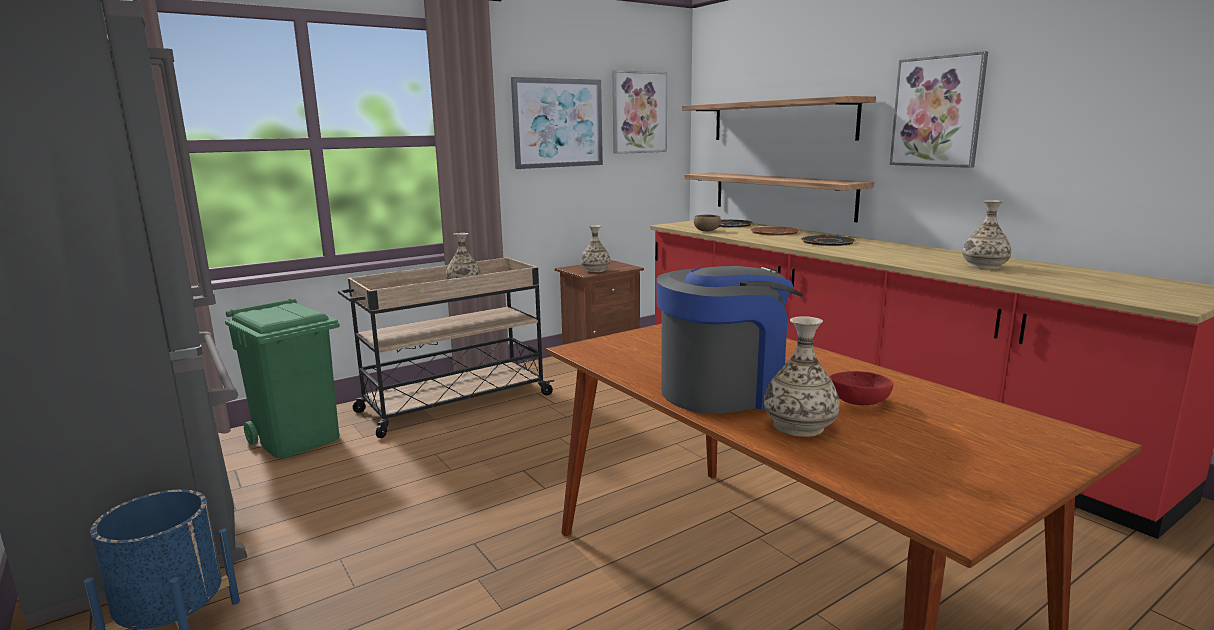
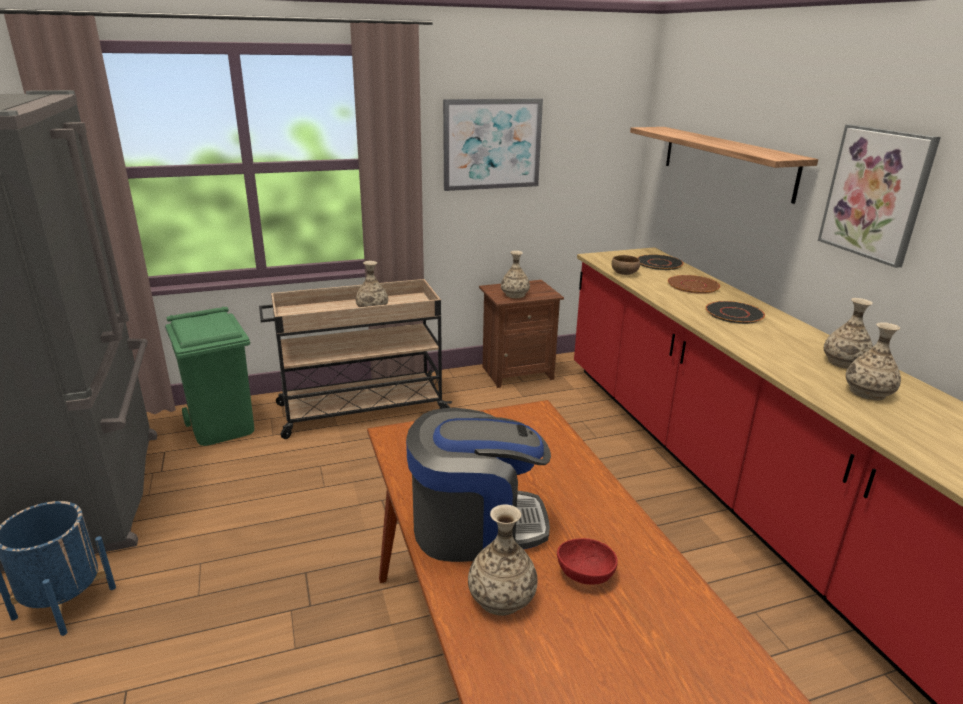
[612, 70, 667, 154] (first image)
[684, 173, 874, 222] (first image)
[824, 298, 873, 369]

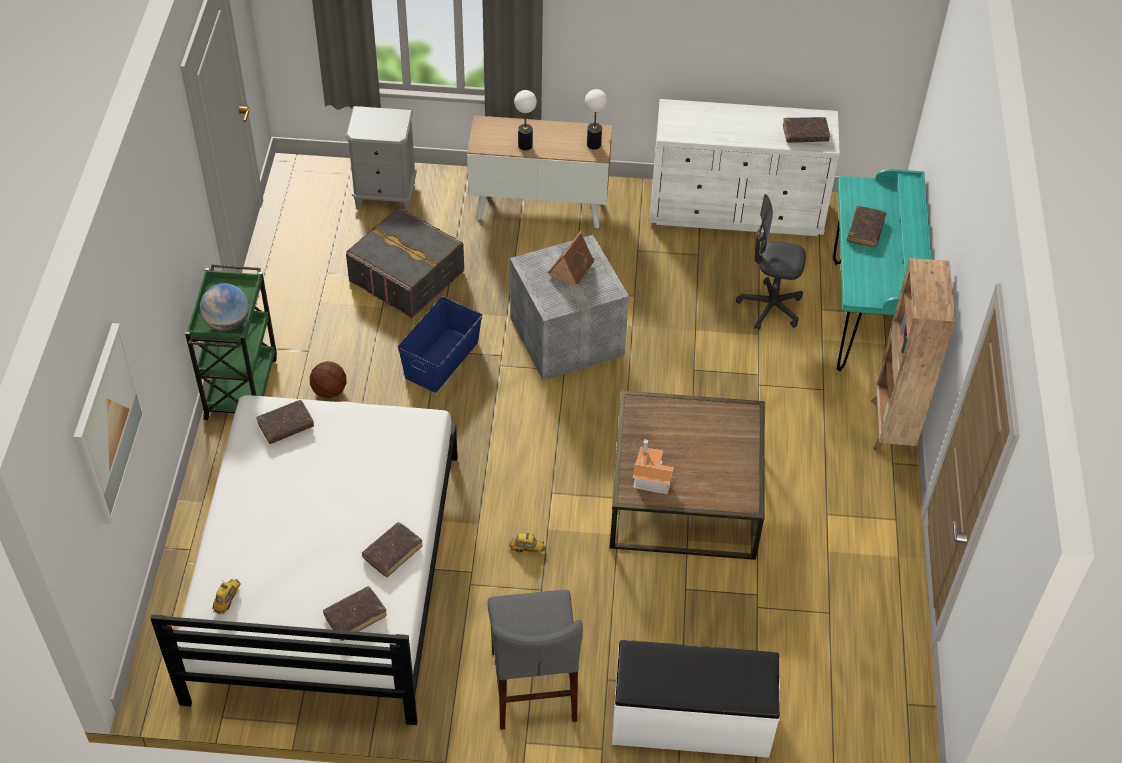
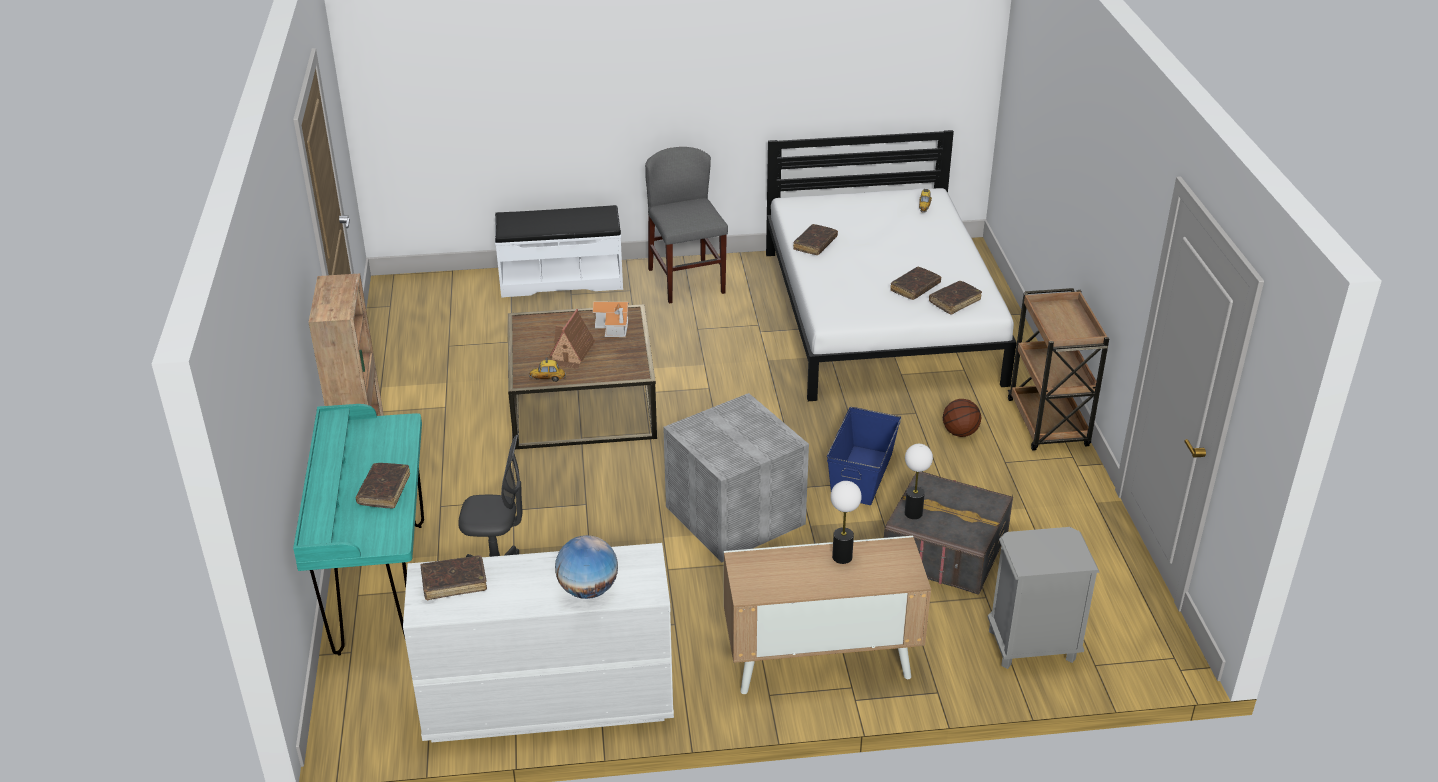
[73, 323, 145, 524] (first image)
[1008, 288, 1109, 451]
[555, 535, 618, 599]
[890, 267, 941, 300]
[529, 357, 566, 382]
[549, 309, 595, 369]
[905, 444, 933, 519]

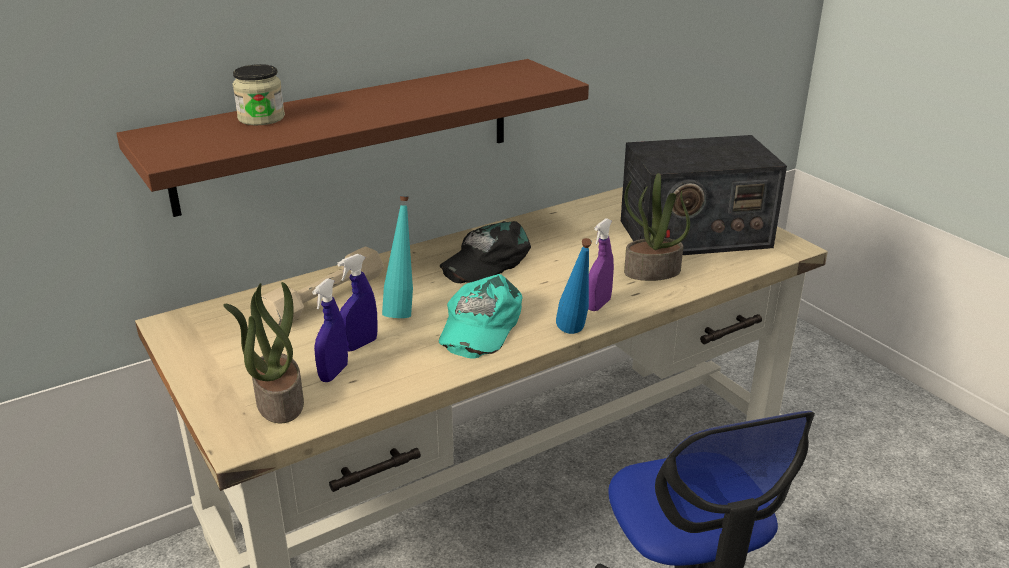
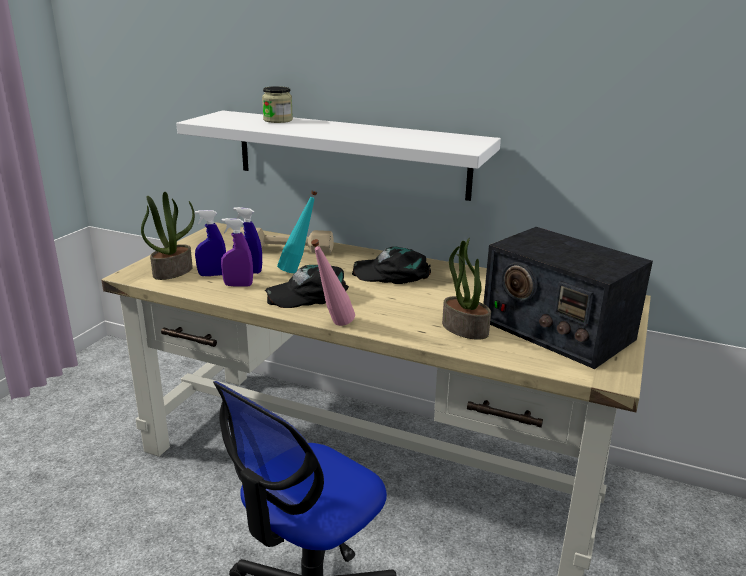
[176, 110, 501, 201]
[265, 265, 349, 308]
[311, 239, 355, 326]
[221, 218, 253, 286]

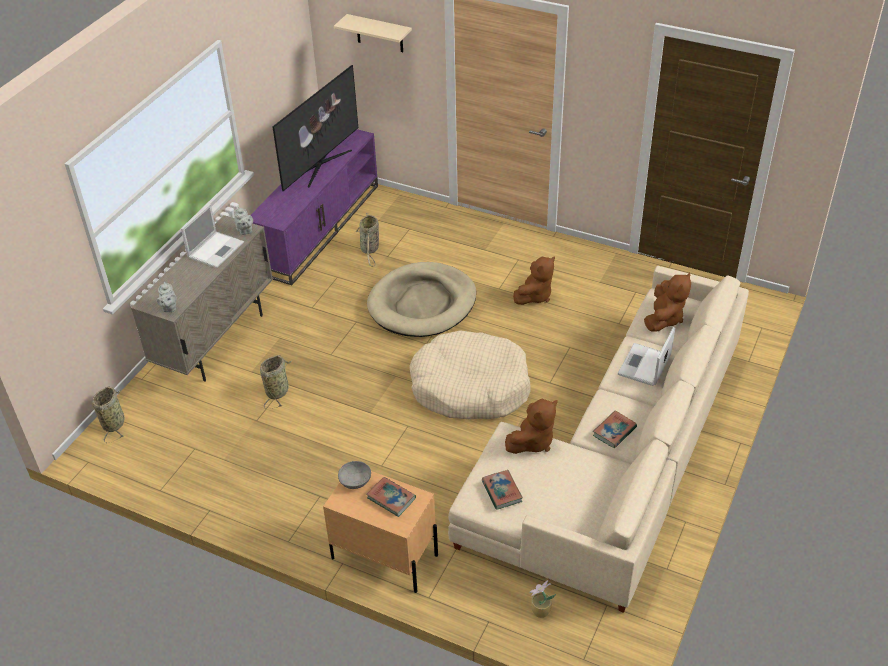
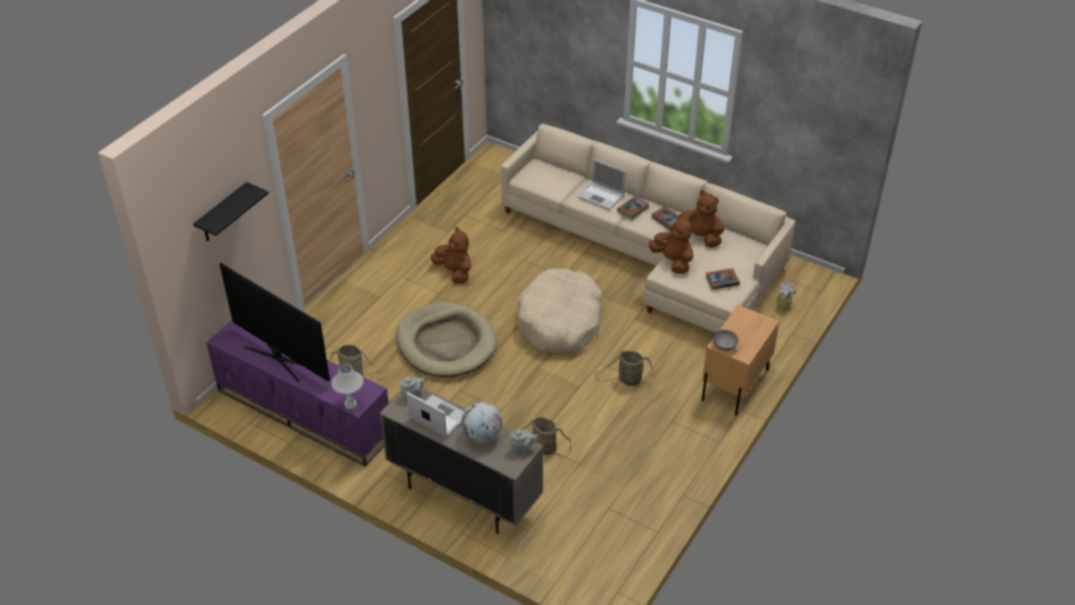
[595, 351, 655, 386]
[193, 182, 269, 242]
[617, 196, 650, 219]
[682, 190, 725, 248]
[331, 364, 363, 410]
[461, 402, 502, 443]

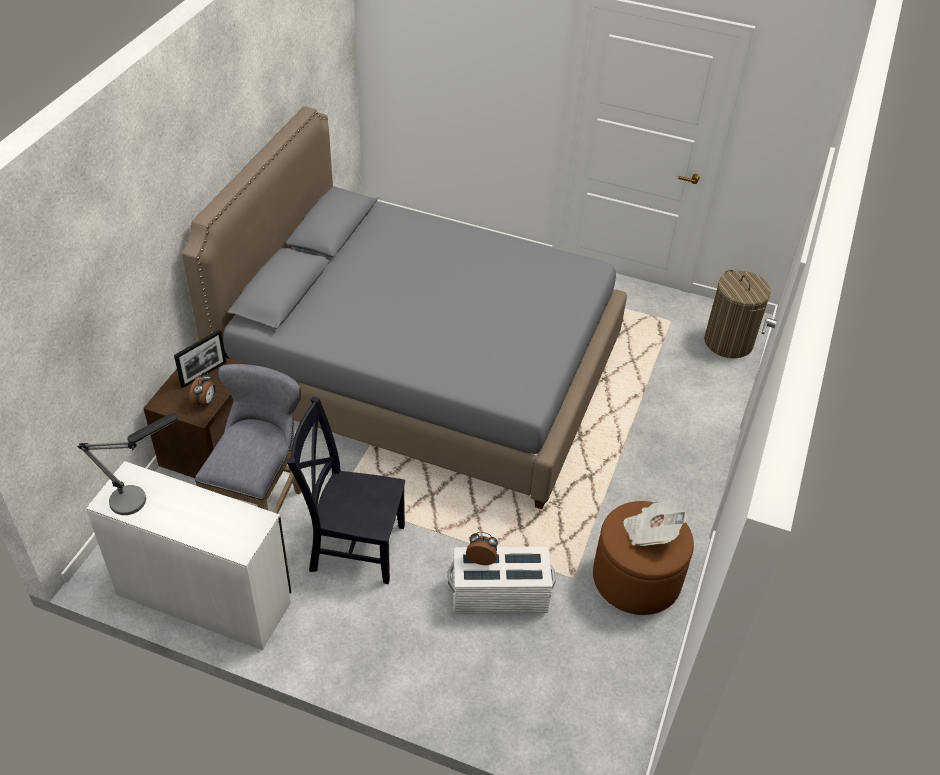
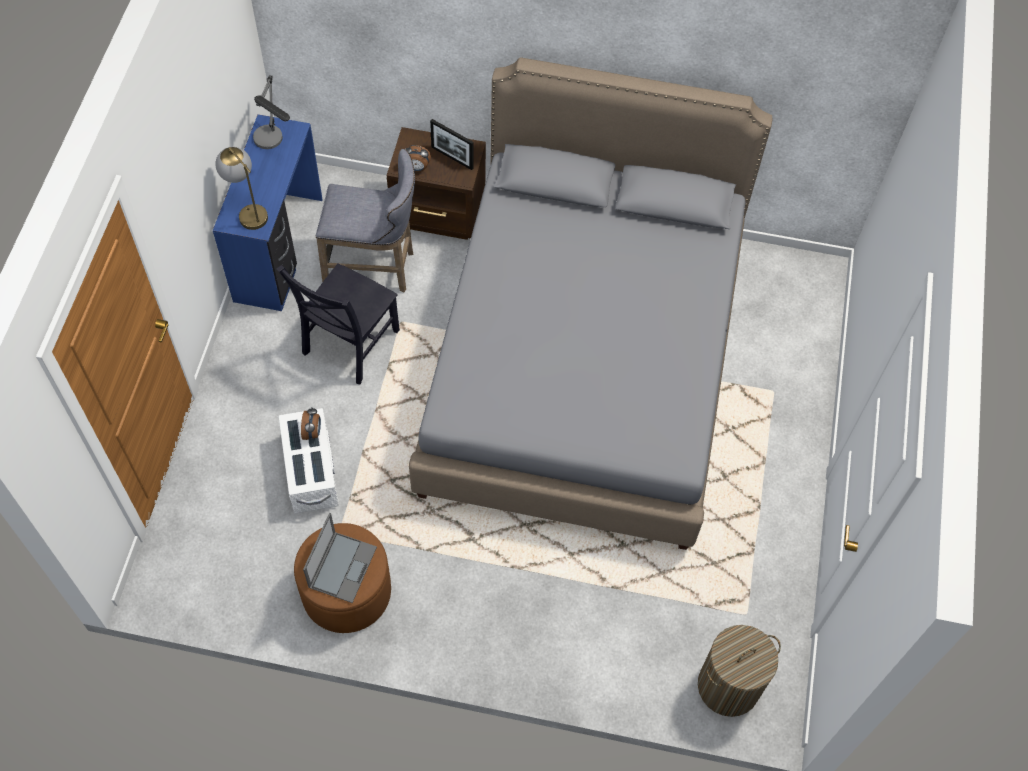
[213, 114, 323, 311]
[276, 264, 400, 385]
[303, 513, 377, 603]
[215, 147, 268, 230]

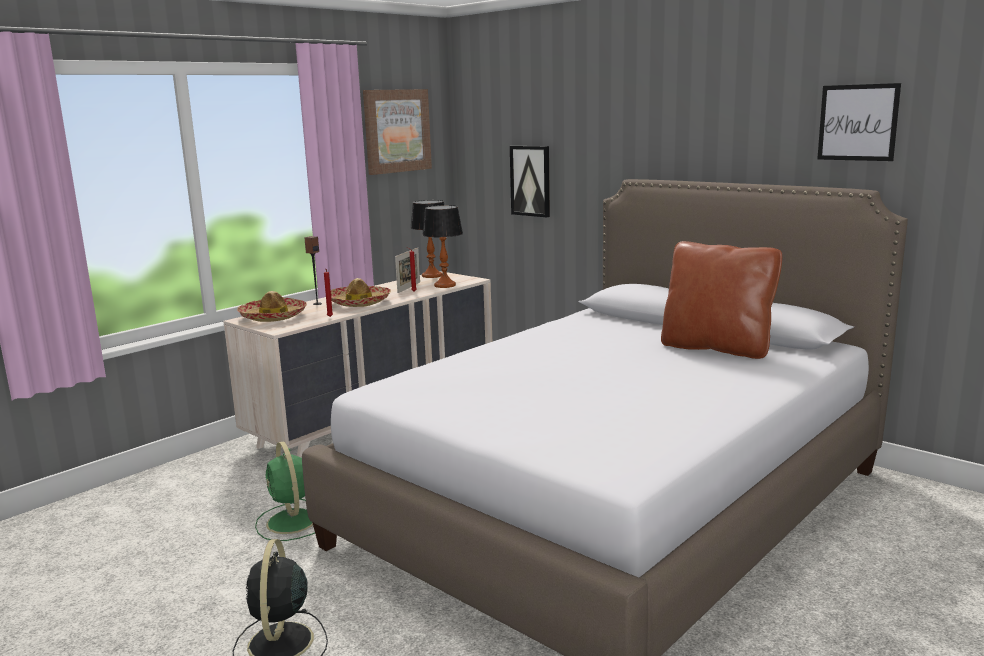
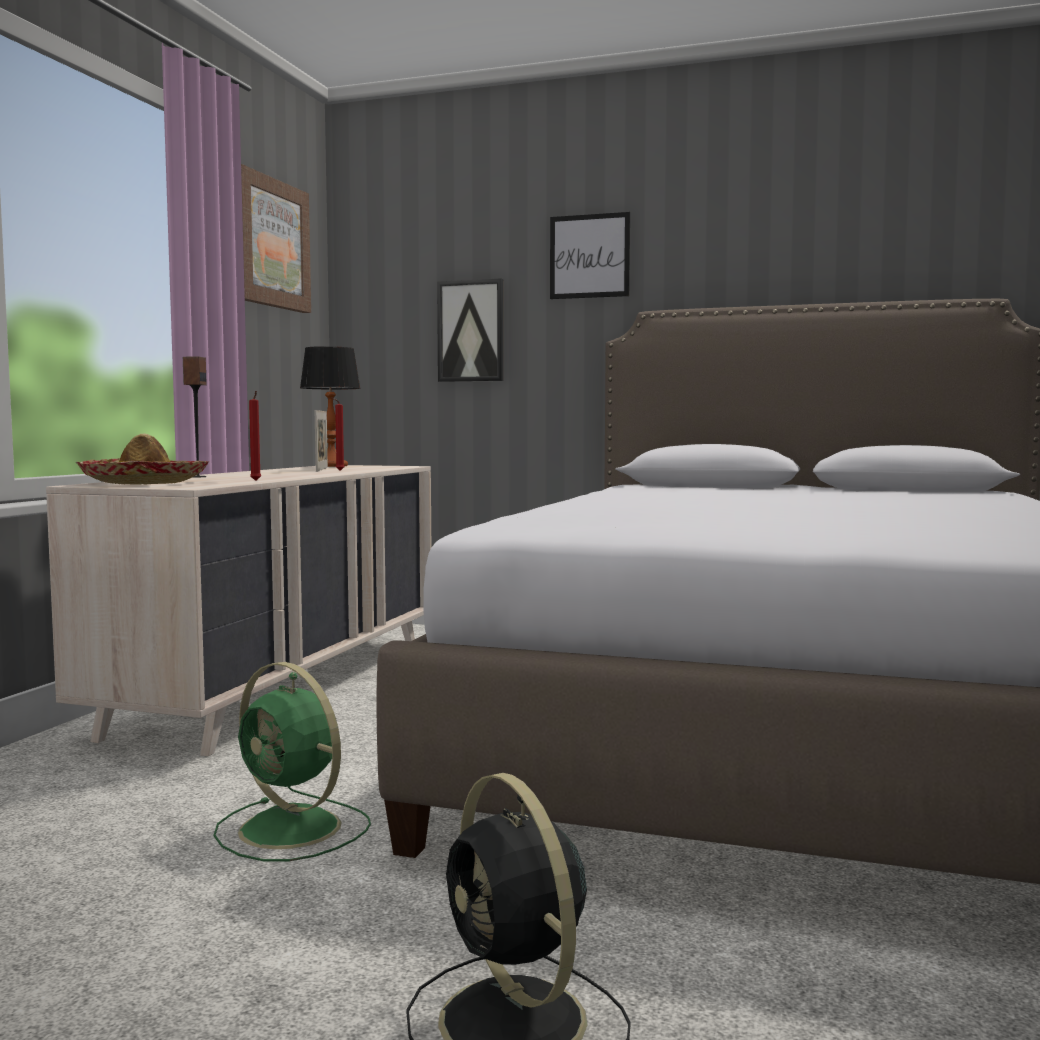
[331, 278, 391, 307] (first image)
[422, 205, 463, 288] (first image)
[661, 241, 782, 359] (first image)
[550, 212, 630, 299]

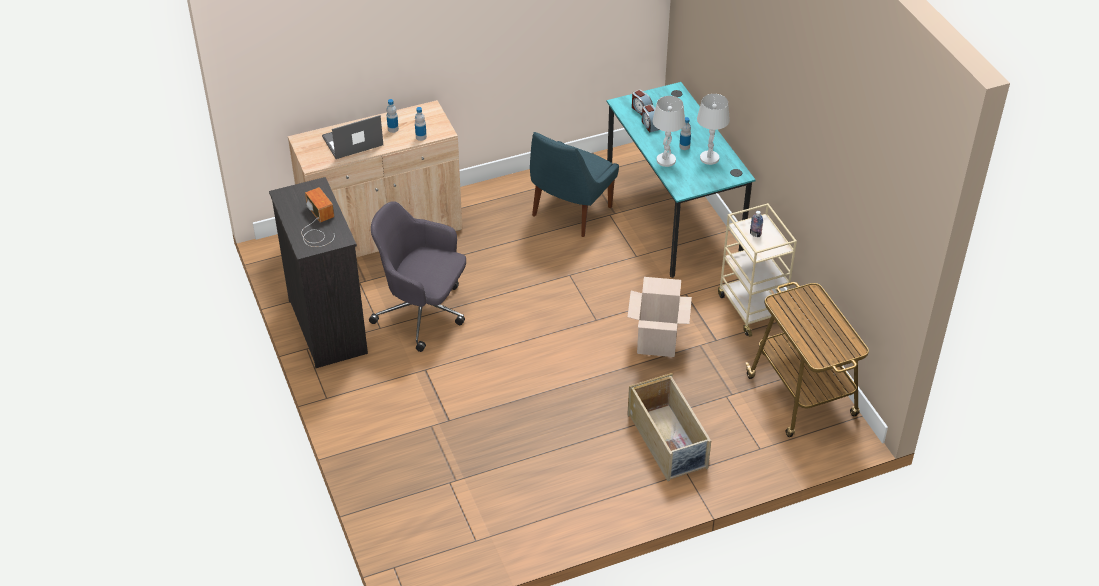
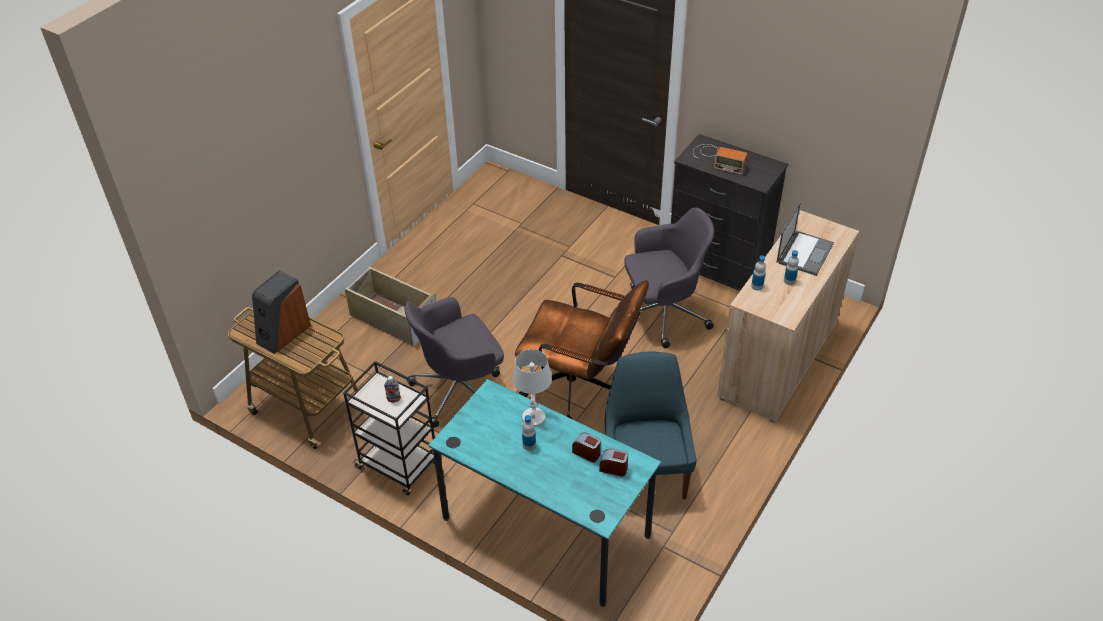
[404, 297, 504, 428]
[697, 94, 730, 165] (first image)
[343, 361, 435, 495]
[252, 270, 311, 354]
[515, 280, 649, 419]

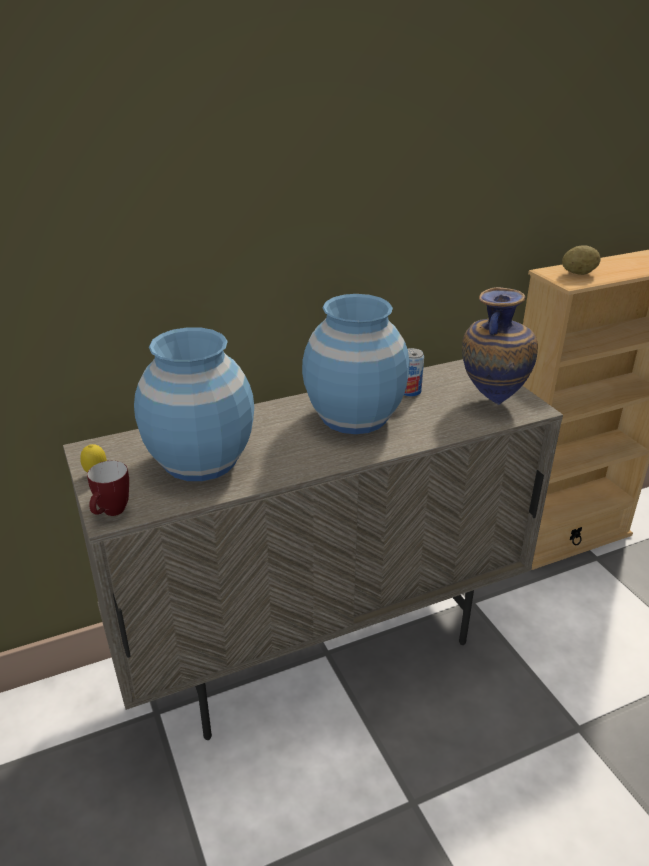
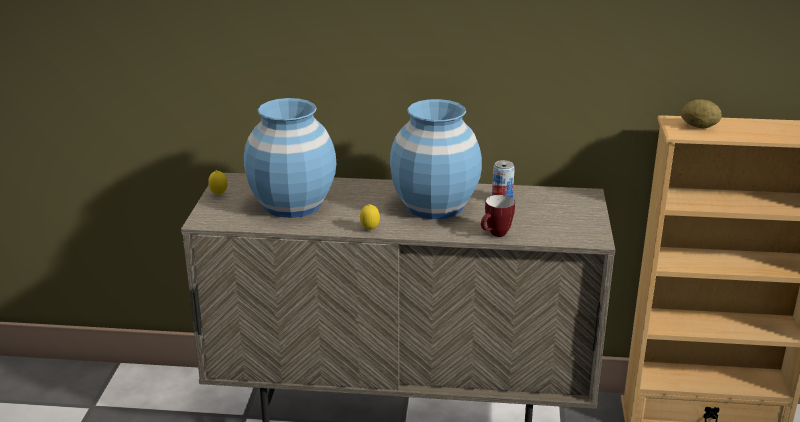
[481, 195, 515, 237]
[462, 287, 538, 405] (first image)
[360, 204, 380, 230]

